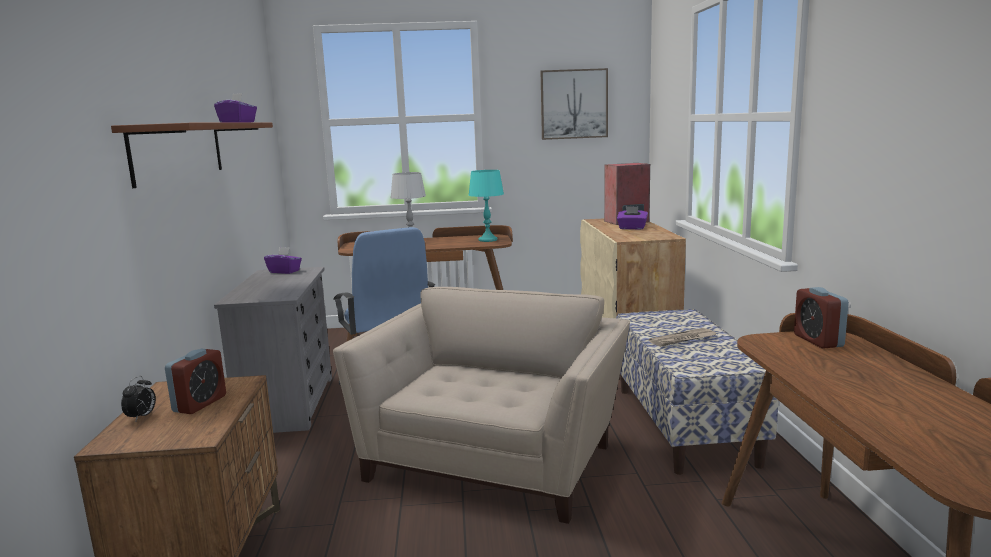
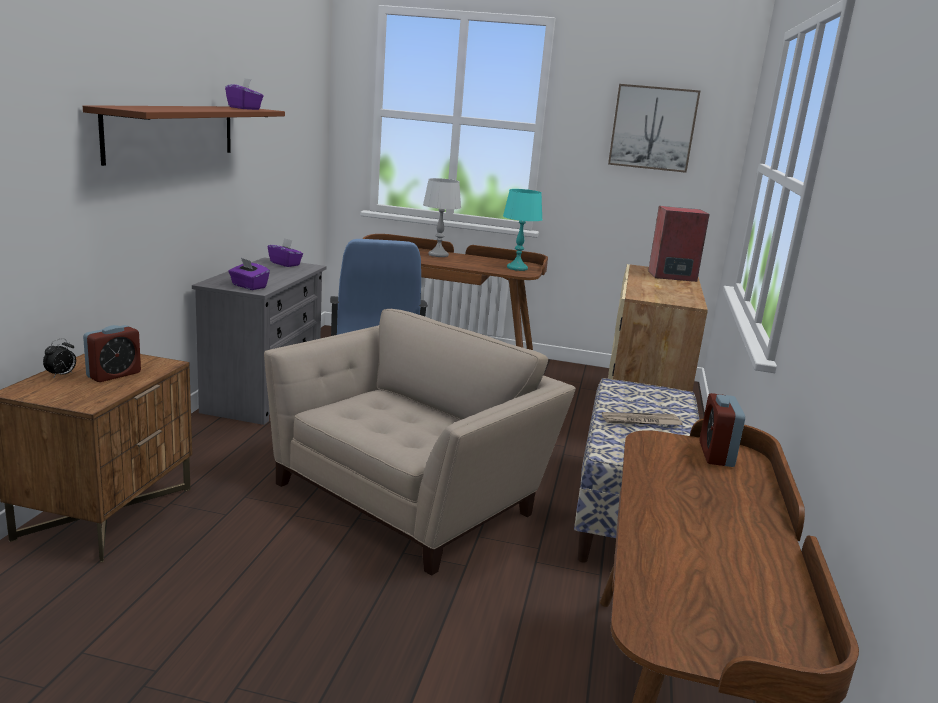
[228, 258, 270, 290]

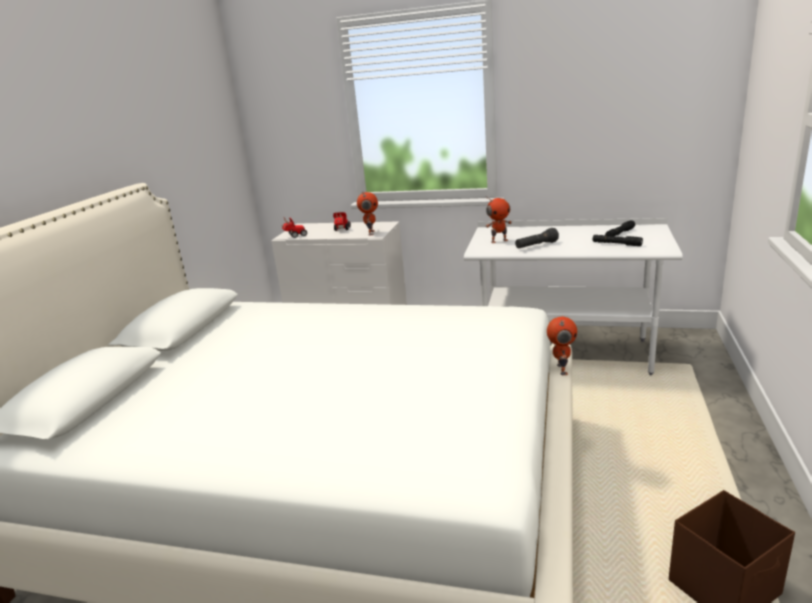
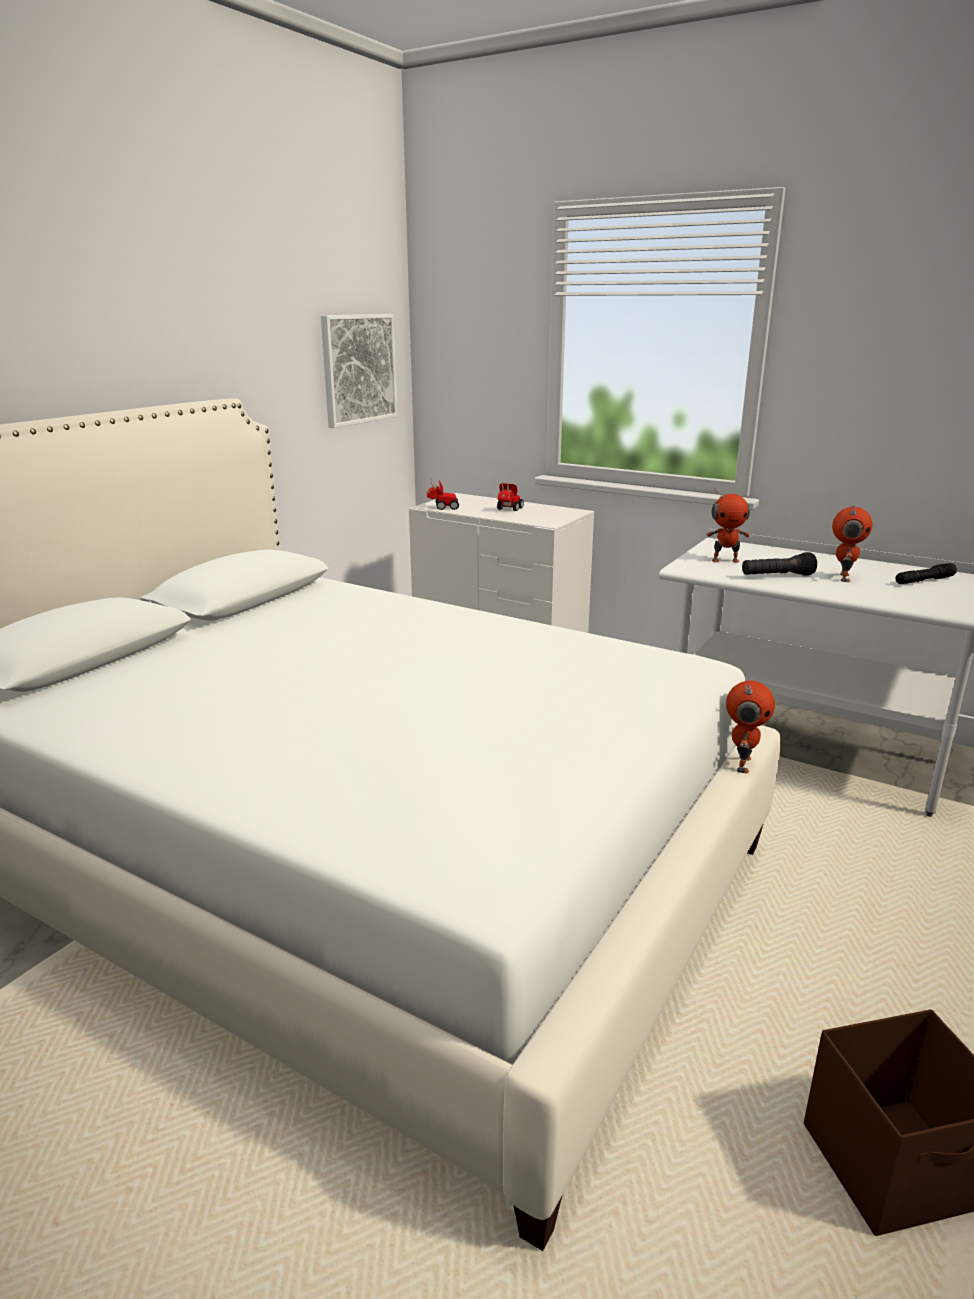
[832, 506, 873, 582]
[593, 235, 643, 246] (first image)
[321, 314, 398, 428]

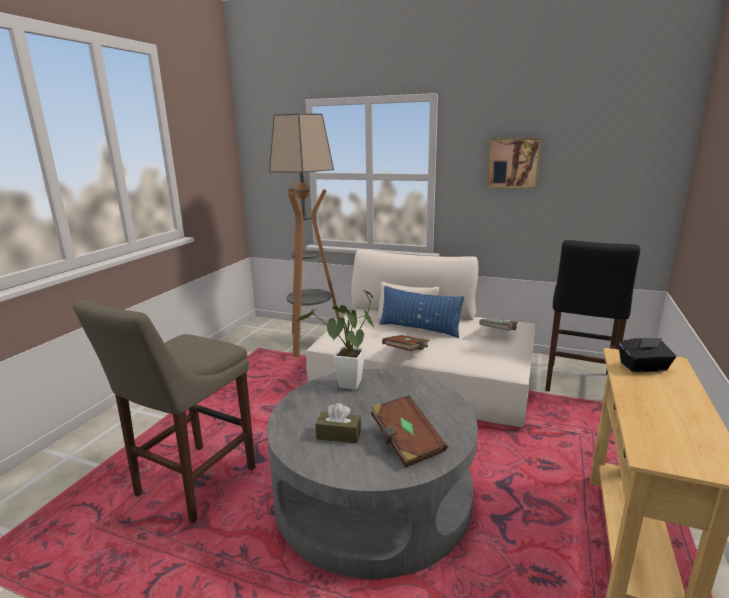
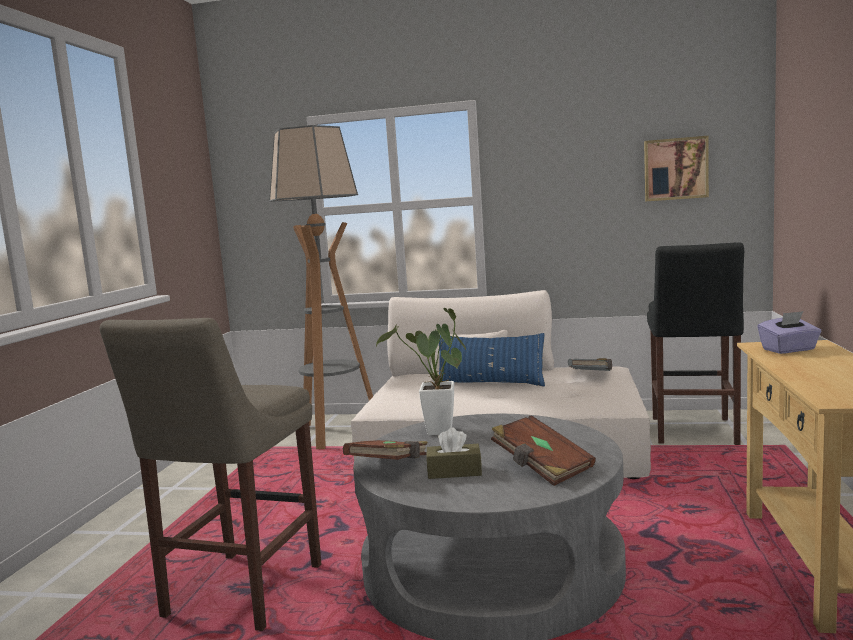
[343, 440, 428, 460]
[644, 136, 709, 201]
[757, 311, 822, 354]

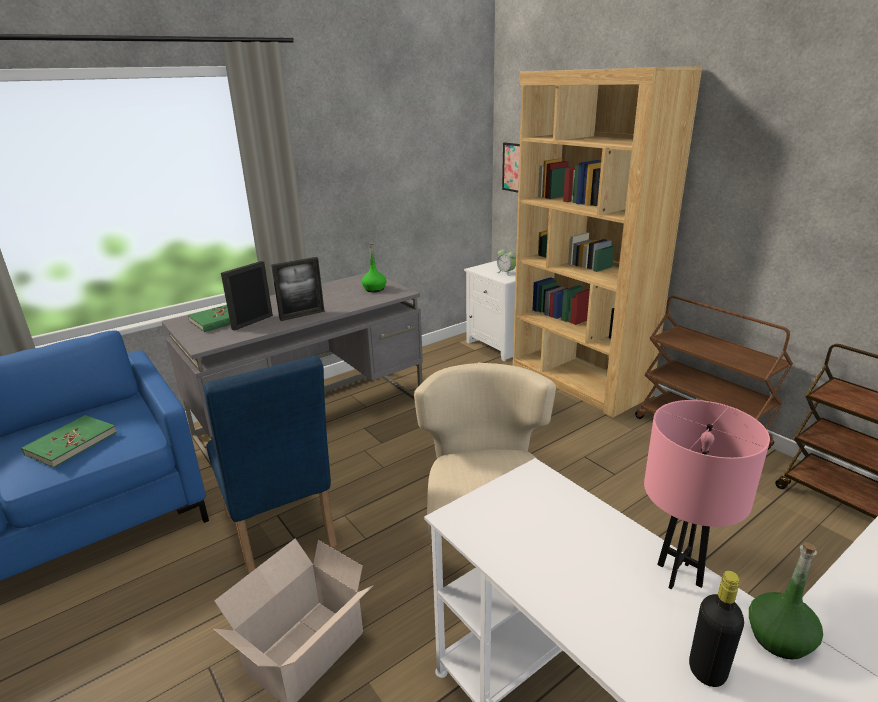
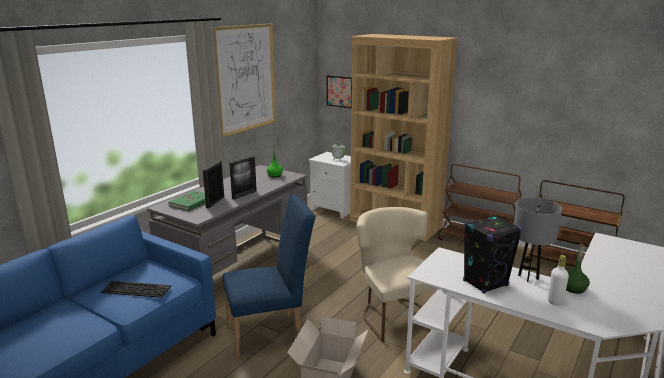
[101, 281, 171, 298]
[222, 194, 316, 358]
[514, 198, 562, 282]
[548, 255, 569, 306]
[214, 24, 276, 137]
[463, 215, 522, 294]

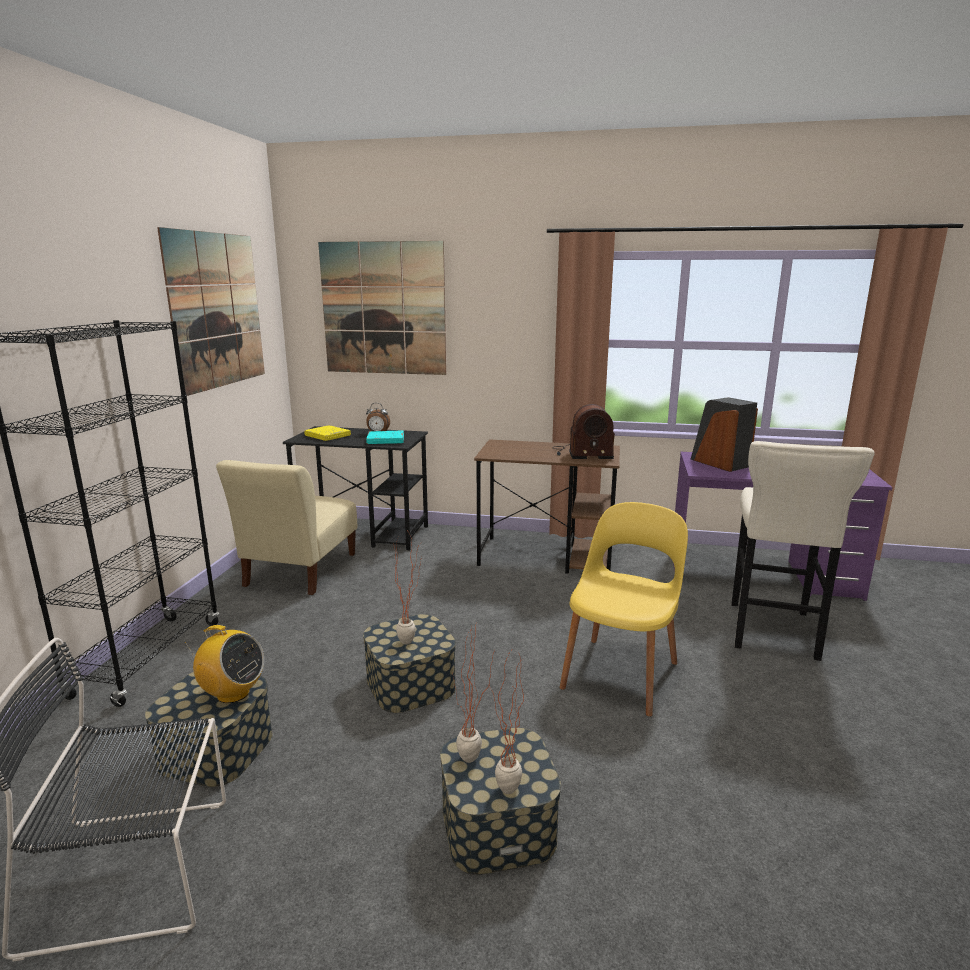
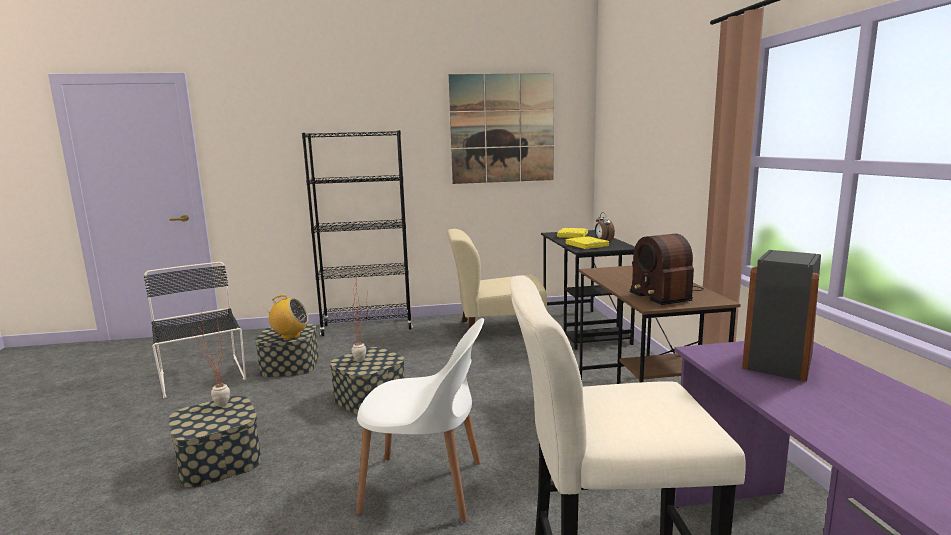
[266, 295, 309, 339]
[318, 241, 446, 375] (first image)
[566, 236, 609, 249]
[488, 651, 524, 794] (first image)
[356, 318, 484, 523]

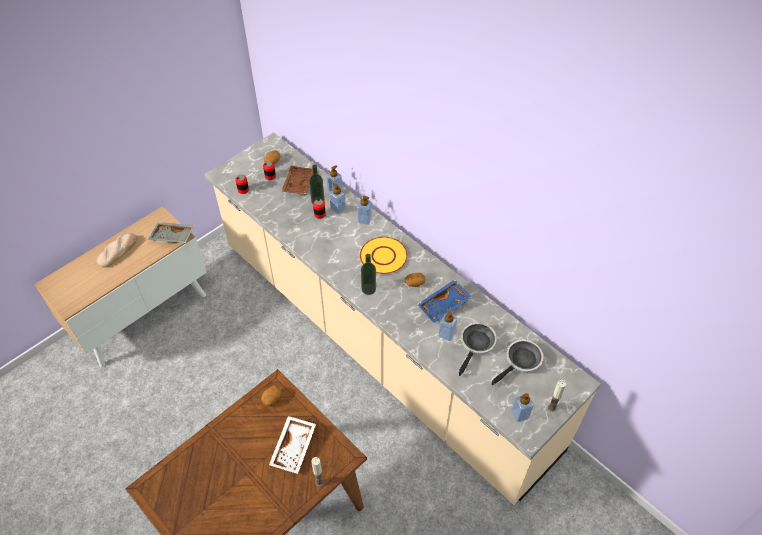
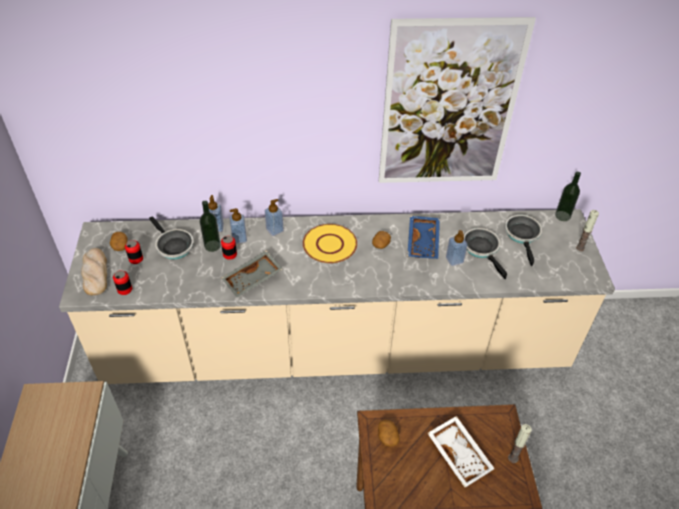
[81, 248, 107, 296]
[221, 251, 283, 297]
[149, 216, 194, 259]
[555, 171, 581, 221]
[511, 393, 534, 422] (first image)
[379, 17, 536, 183]

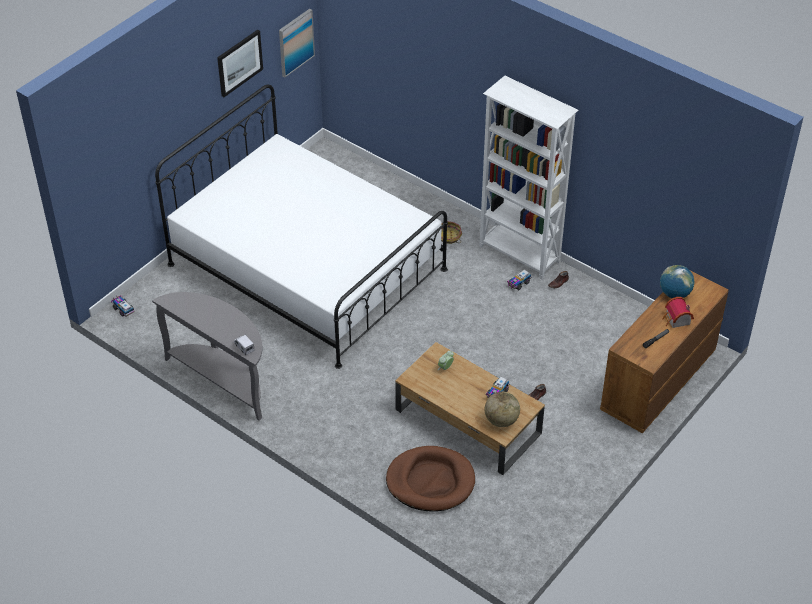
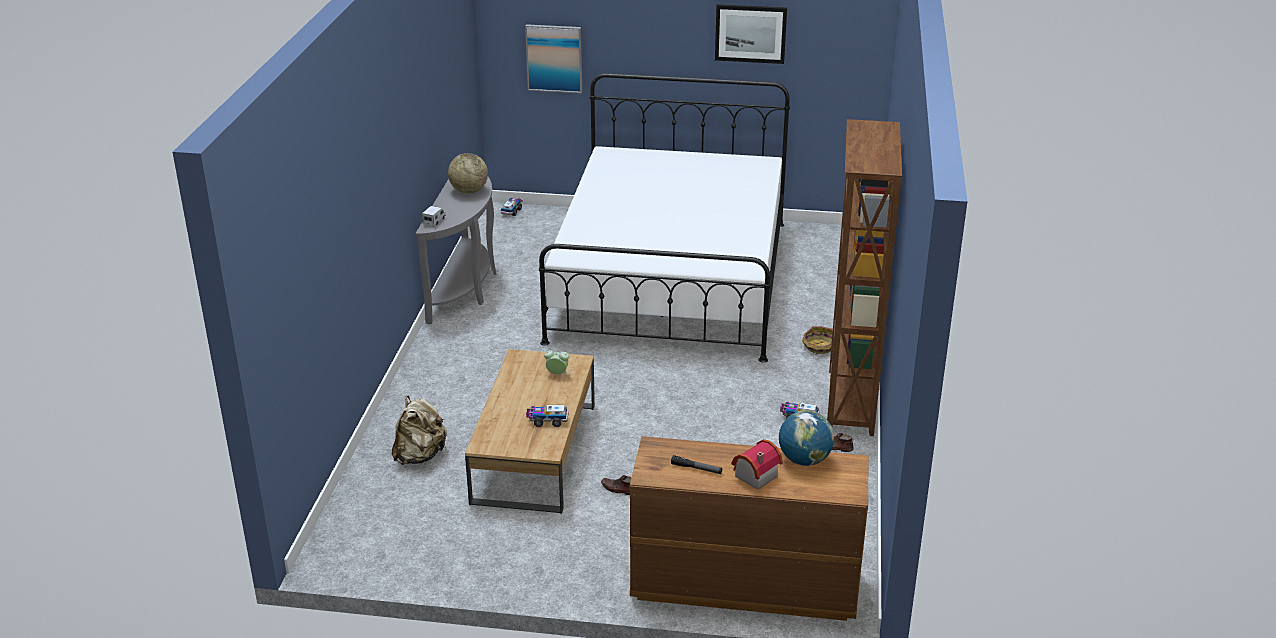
[525, 24, 582, 93]
[392, 396, 447, 465]
[827, 119, 902, 436]
[448, 153, 488, 193]

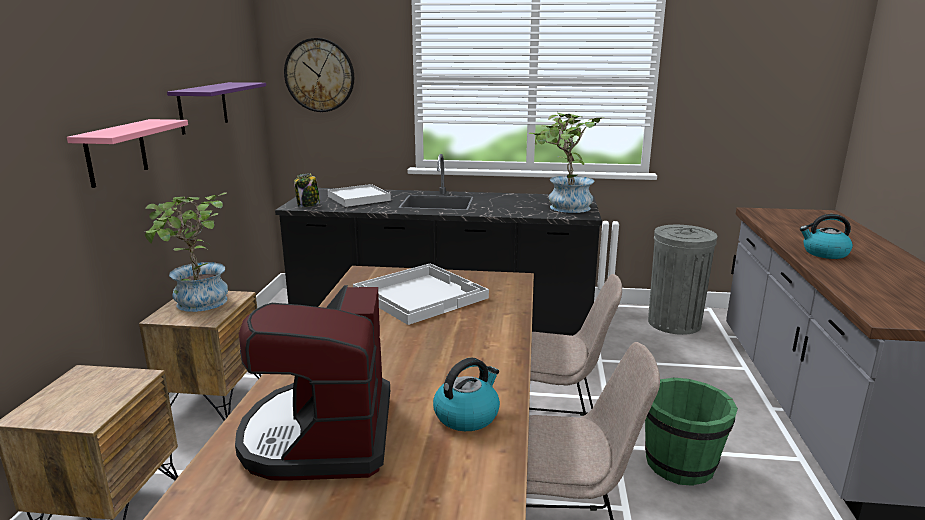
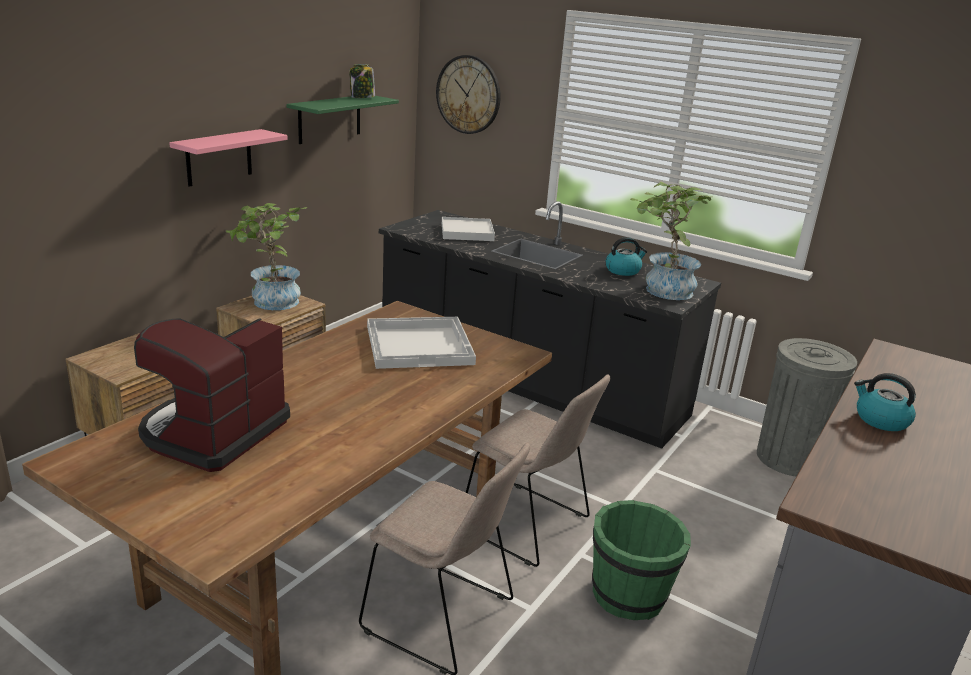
[286, 96, 399, 144]
[349, 64, 375, 98]
[606, 237, 648, 276]

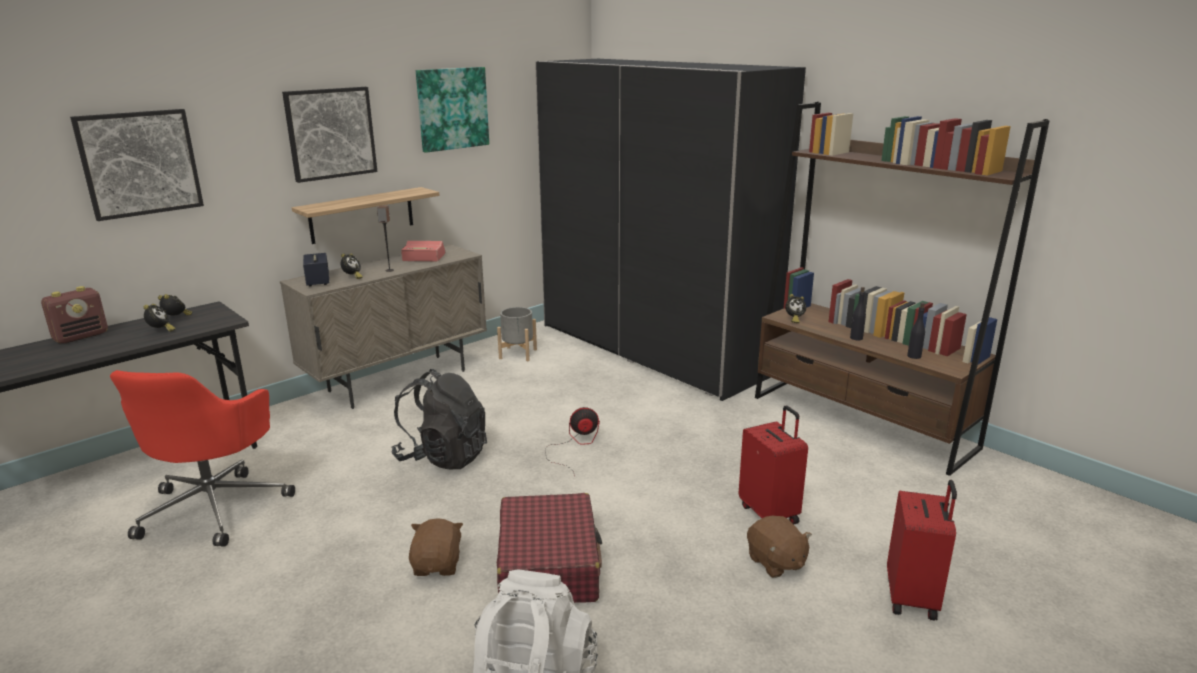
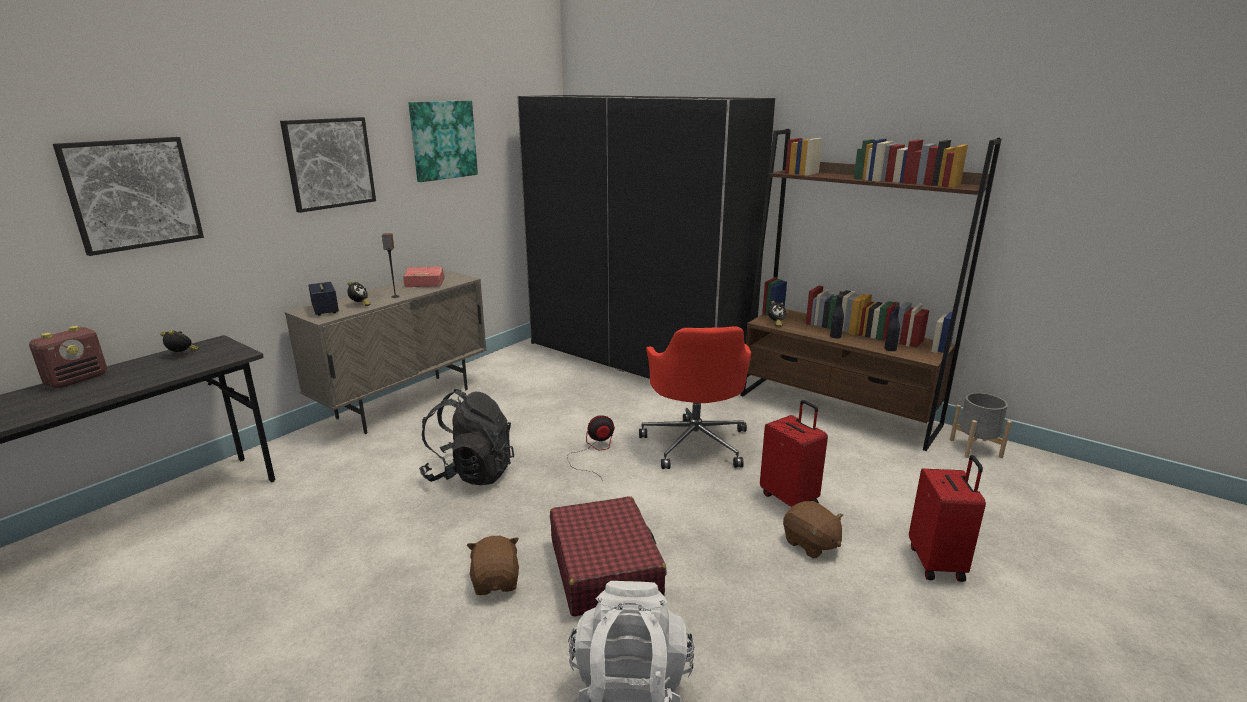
[639, 326, 751, 469]
[144, 304, 176, 332] (first image)
[292, 187, 440, 244] (first image)
[950, 393, 1012, 458]

